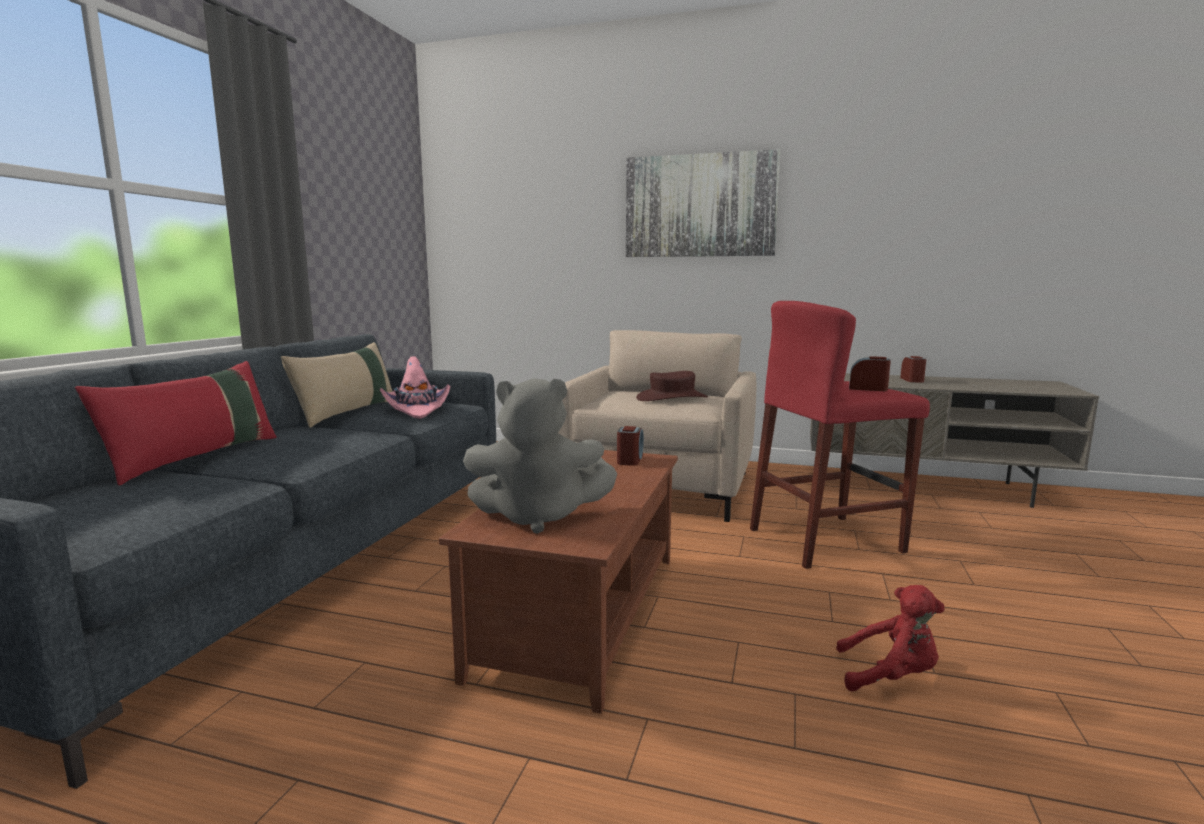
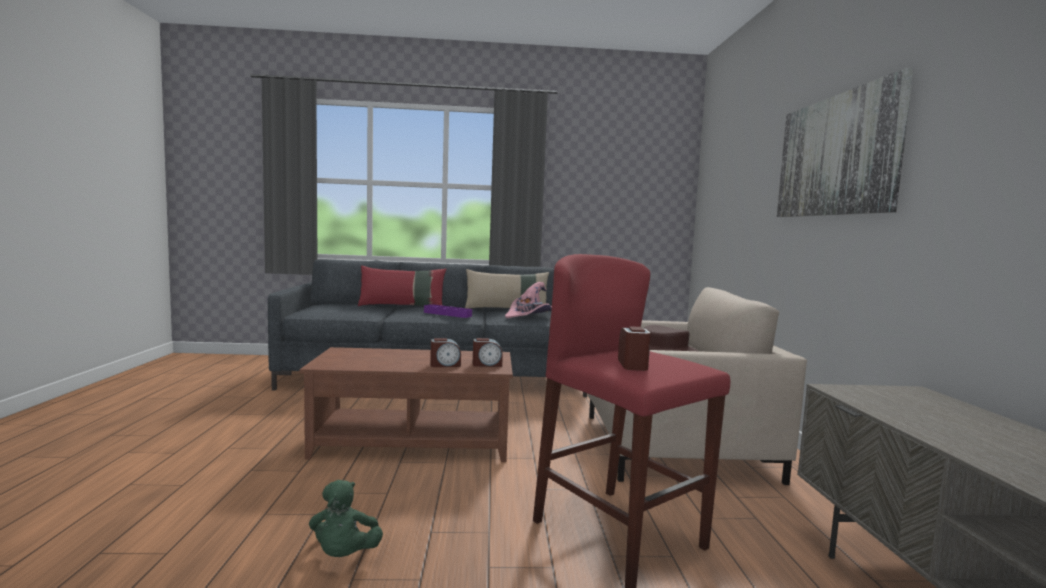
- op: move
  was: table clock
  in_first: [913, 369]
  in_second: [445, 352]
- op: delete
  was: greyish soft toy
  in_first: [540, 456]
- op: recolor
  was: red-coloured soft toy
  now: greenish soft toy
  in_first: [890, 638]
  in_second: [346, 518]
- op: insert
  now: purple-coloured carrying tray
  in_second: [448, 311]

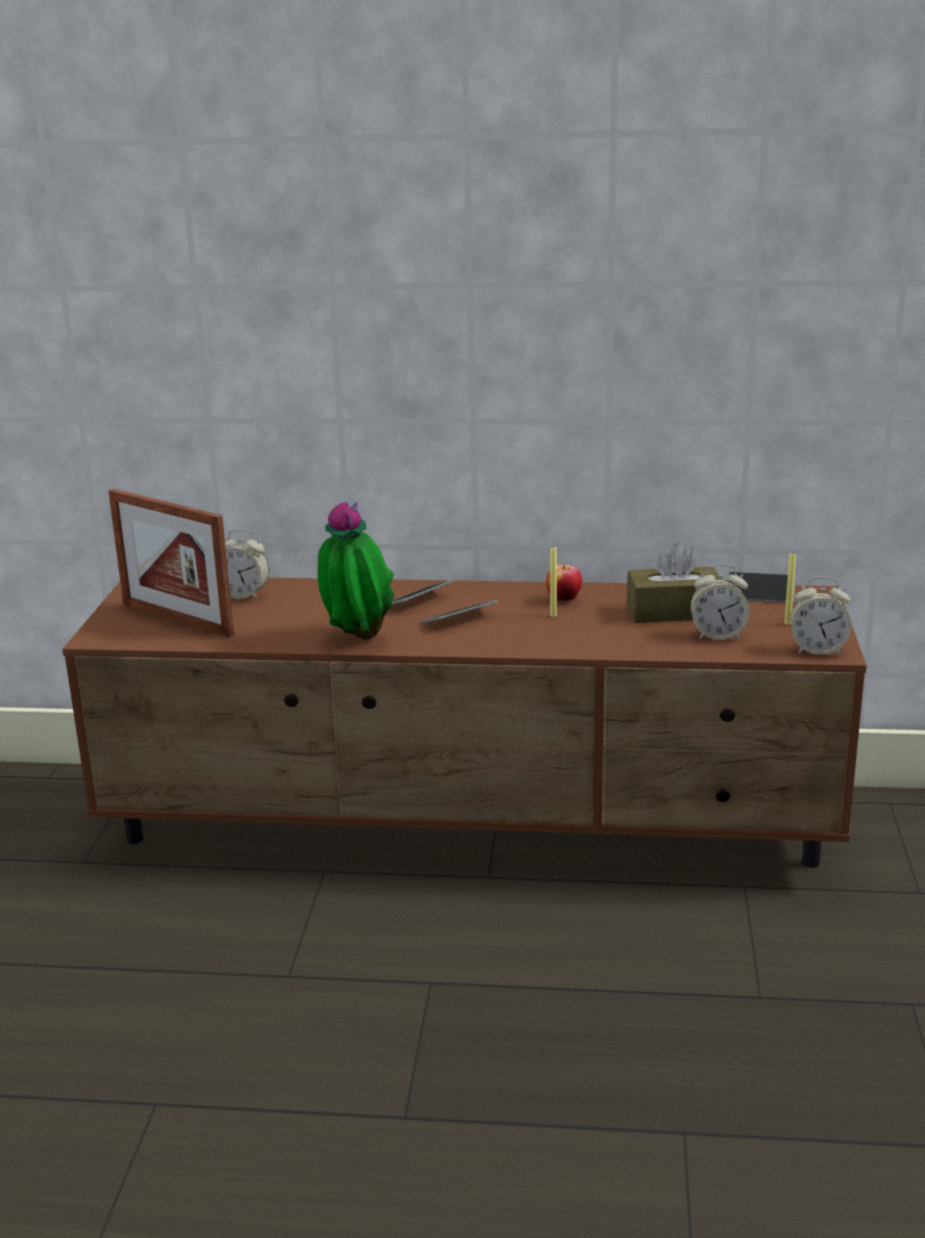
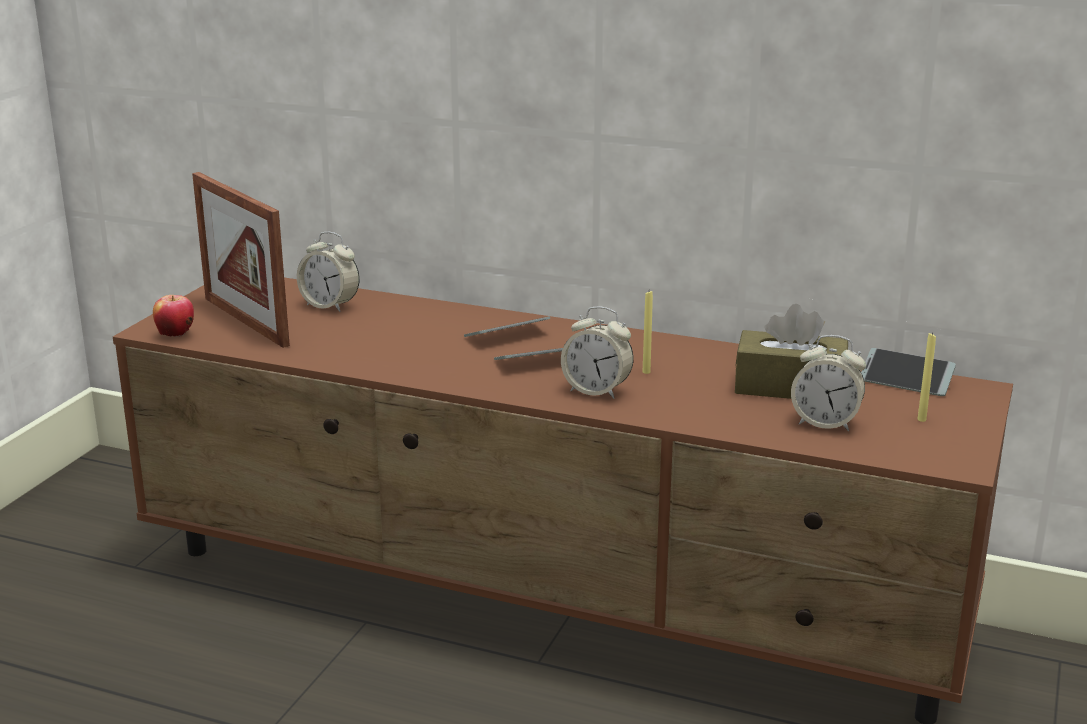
- op: delete
  was: plant in a pot
  in_first: [356, 571]
- op: move
  was: apple
  in_first: [564, 583]
  in_second: [173, 316]
- op: move
  was: table clock
  in_first: [821, 616]
  in_second: [597, 352]

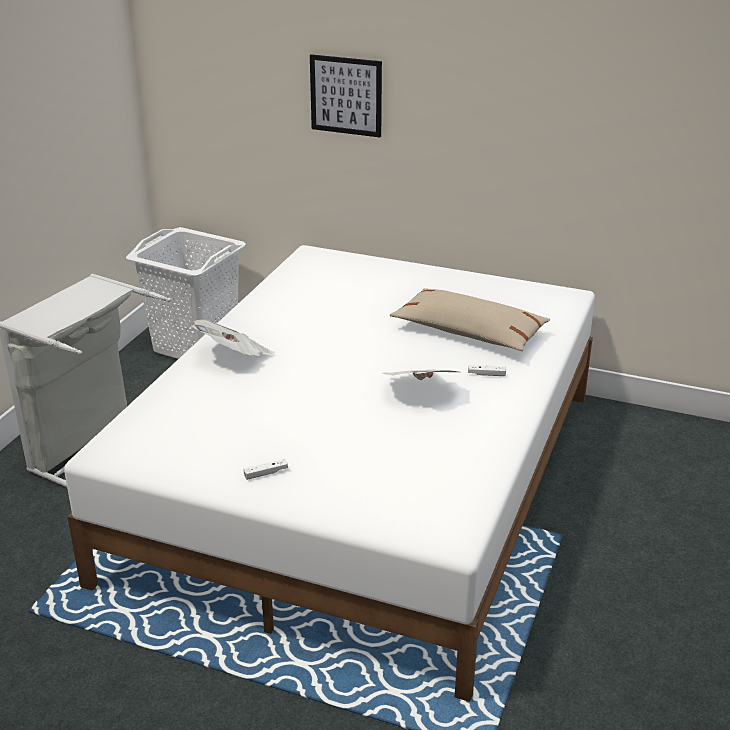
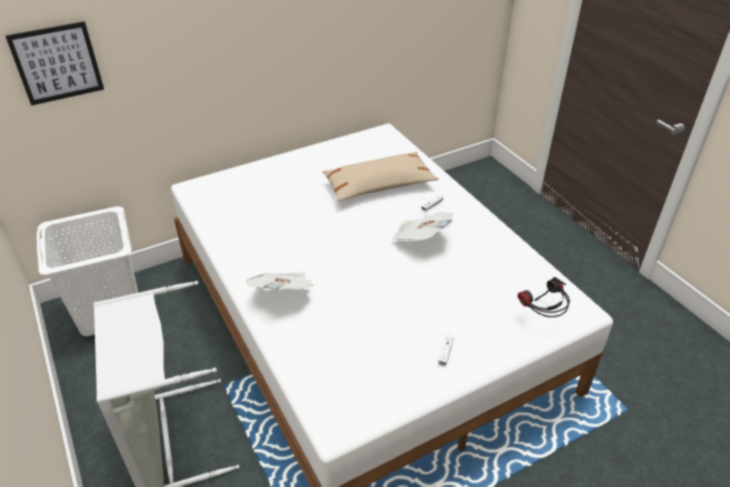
- op: move
  was: picture
  in_first: [346, 95]
  in_second: [54, 63]
- op: insert
  now: headphones
  in_second: [543, 297]

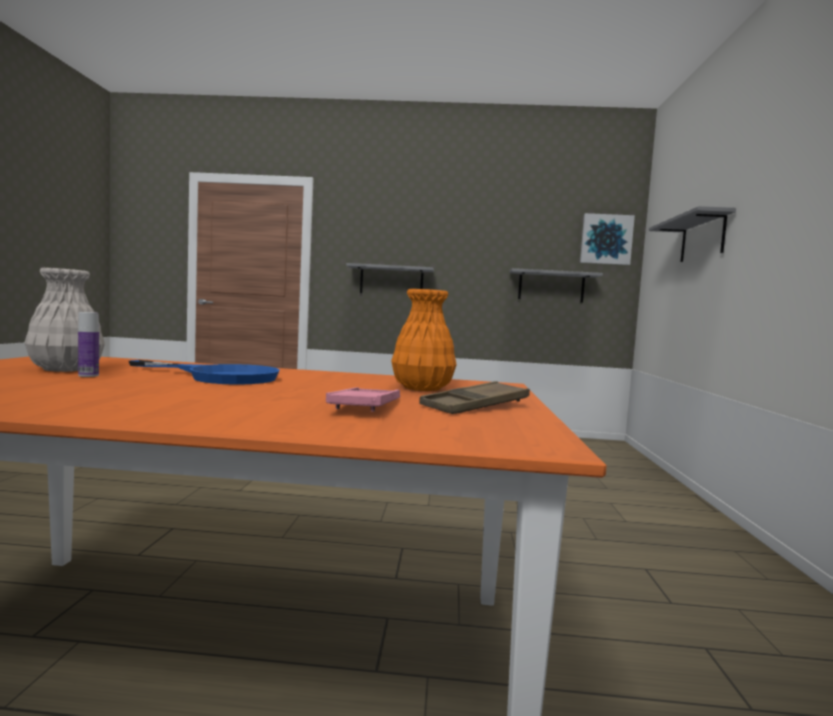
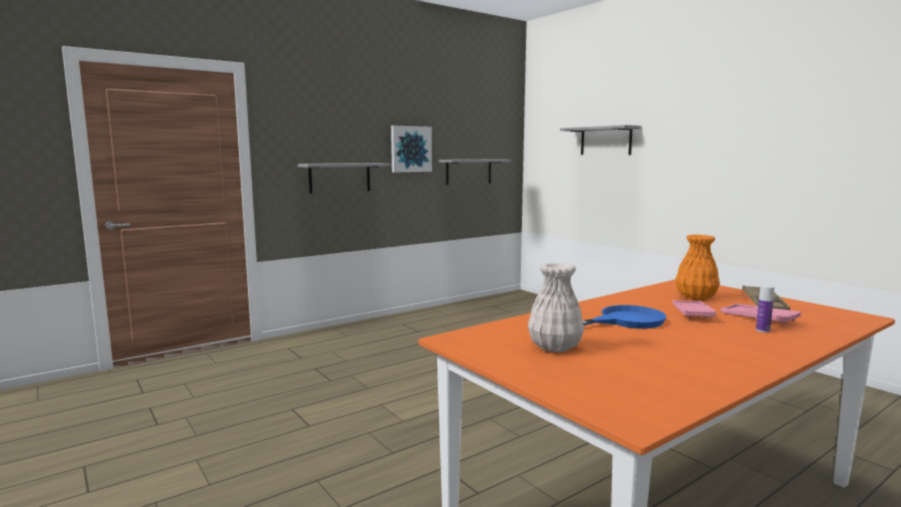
- op: move
  was: picture
  in_first: [607, 239]
  in_second: [411, 149]
- op: move
  was: bottle
  in_first: [88, 344]
  in_second: [765, 309]
- op: insert
  now: pink carrying tray
  in_second: [694, 309]

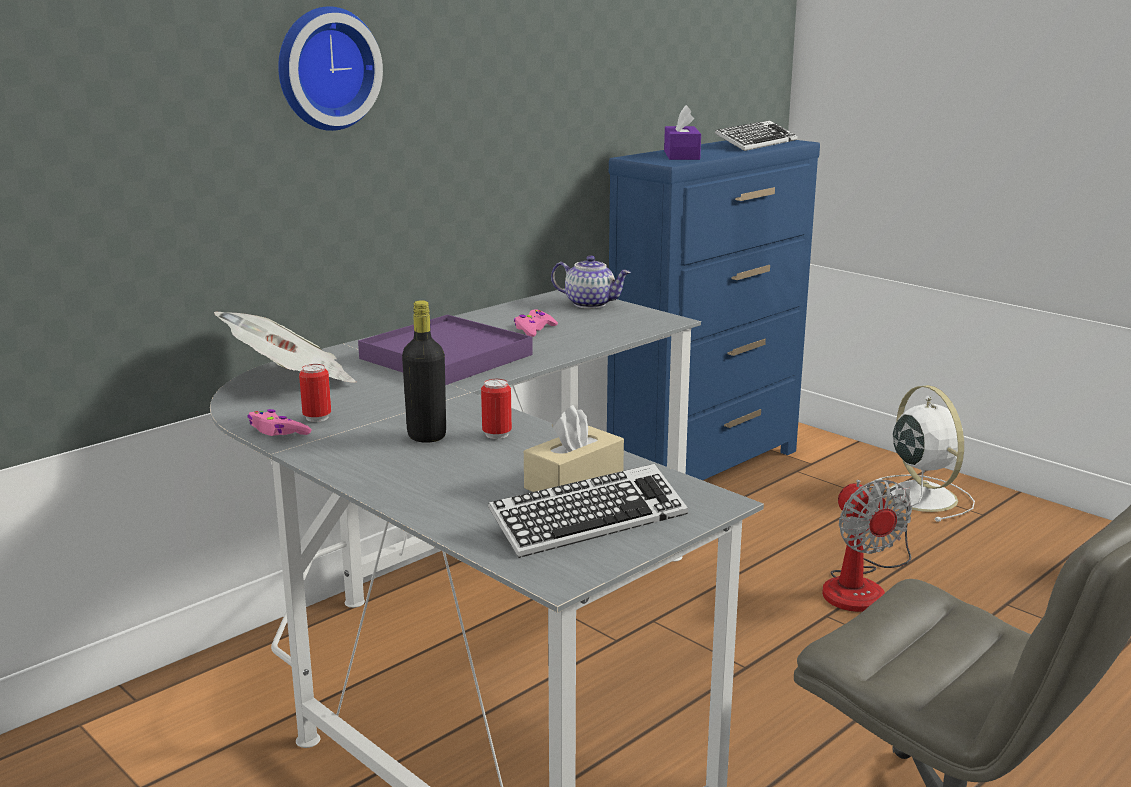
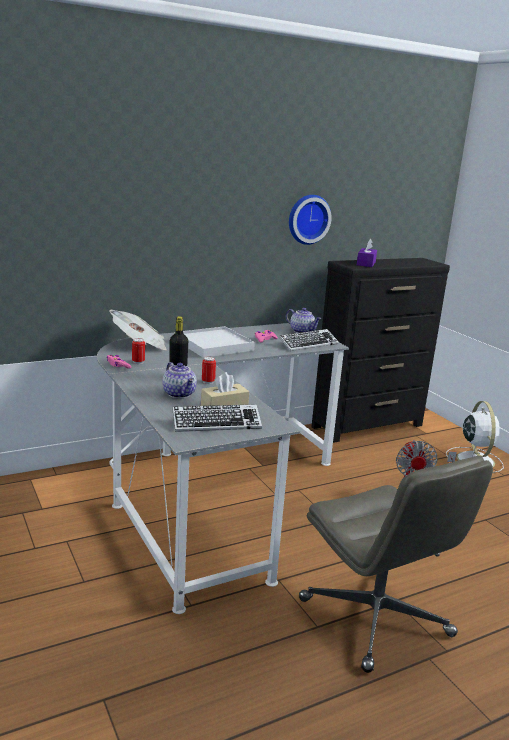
- op: move
  was: hanging clock
  in_first: [330, 68]
  in_second: [310, 220]
- op: move
  was: keyboard
  in_first: [756, 136]
  in_second: [309, 340]
- op: recolor
  was: blue dresser
  now: black-coloured dresser
  in_first: [713, 310]
  in_second: [380, 350]
- op: recolor
  was: purple-coloured carrying tray
  now: white-coloured carrying tray
  in_first: [445, 350]
  in_second: [219, 342]
- op: insert
  now: pot for tea
  in_second: [179, 380]

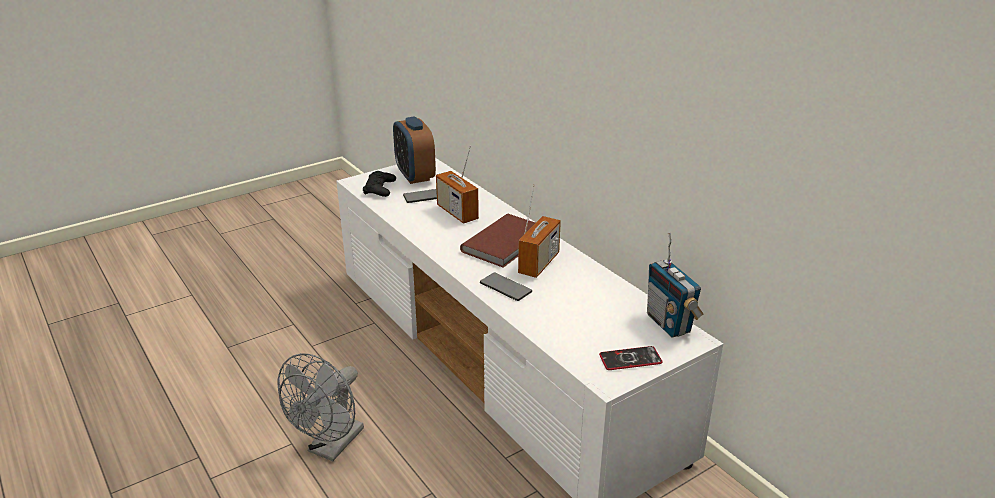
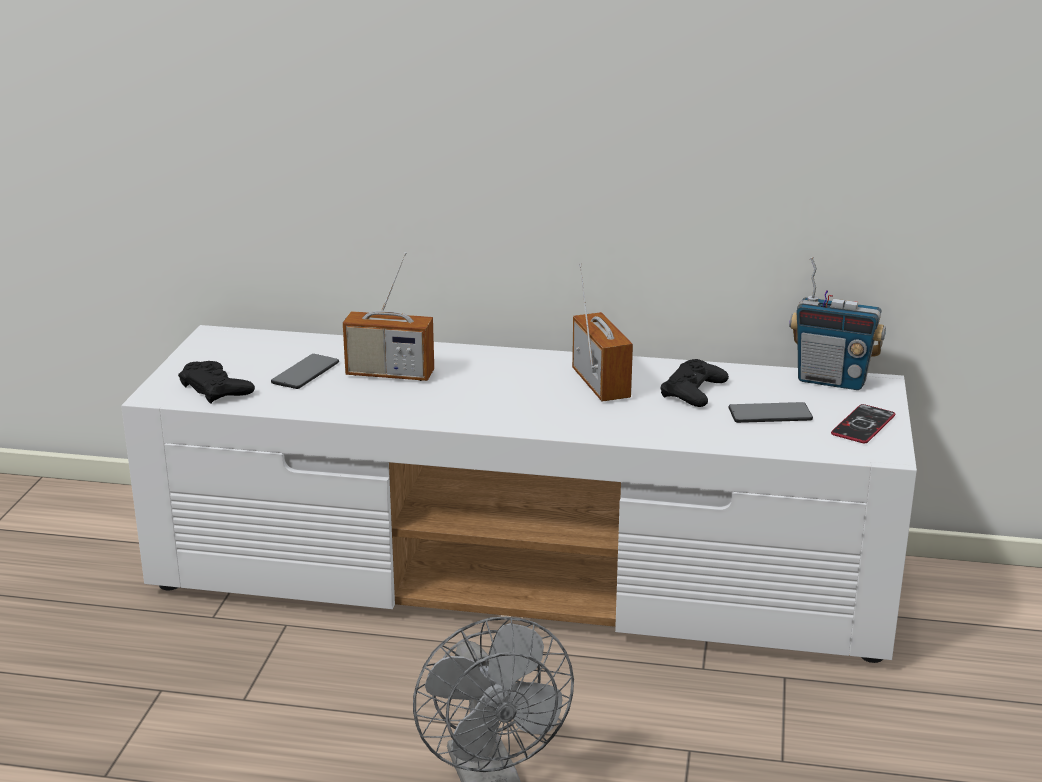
- op: delete
  was: table clock
  in_first: [414, 150]
- op: delete
  was: brownish bound book
  in_first: [497, 241]
- op: move
  was: handset
  in_first: [506, 287]
  in_second: [771, 412]
- op: insert
  now: black-coloured joypad
  in_second: [694, 383]

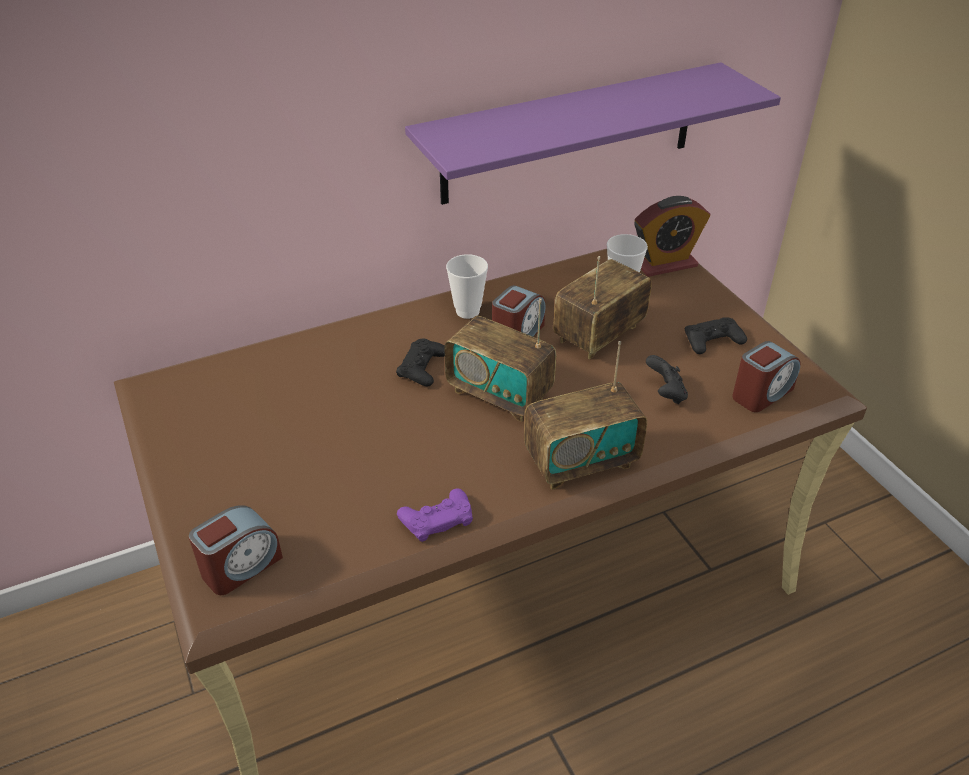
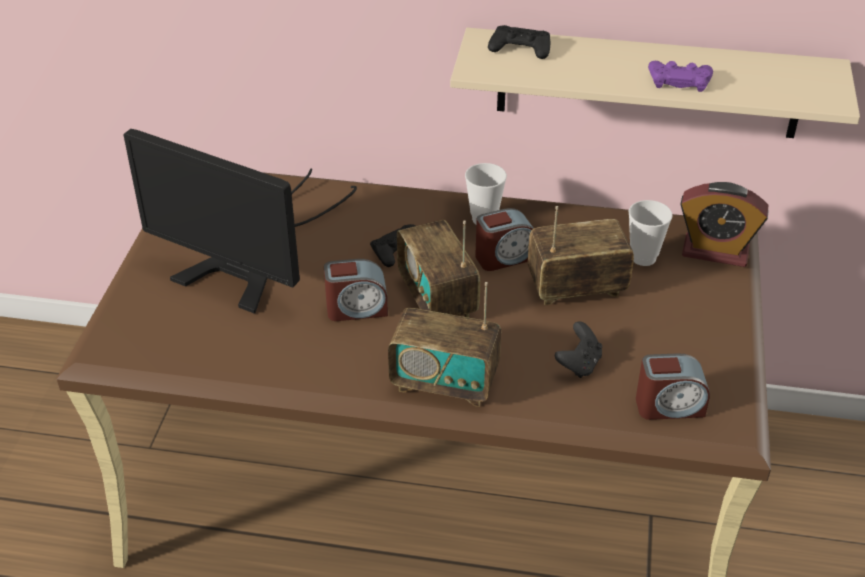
- op: recolor
  was: purple-coloured bracket shelf
  now: beige-coloured bracket shelf
  in_first: [593, 133]
  in_second: [655, 83]
- op: move
  was: black-coloured joypad
  in_first: [716, 336]
  in_second: [519, 42]
- op: move
  was: purple-coloured joypad
  in_first: [435, 515]
  in_second: [680, 76]
- op: move
  was: table clock
  in_first: [236, 550]
  in_second: [356, 290]
- op: insert
  now: computer display
  in_second: [240, 221]

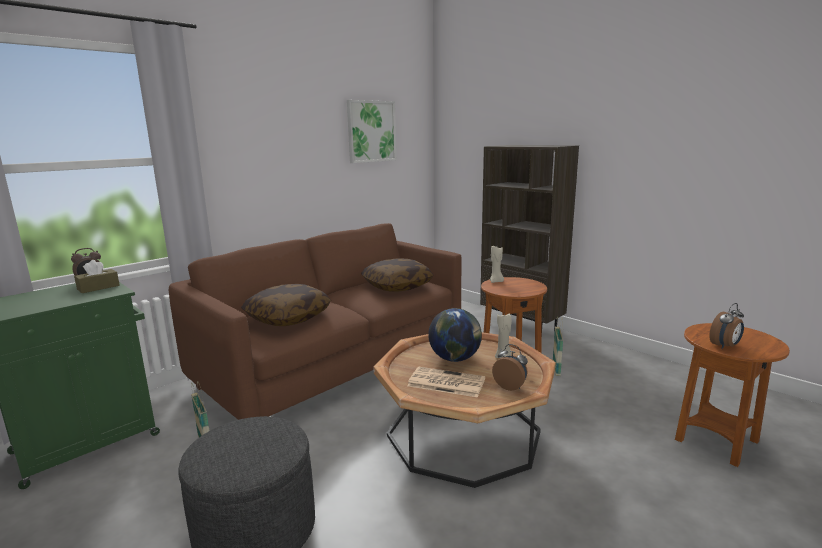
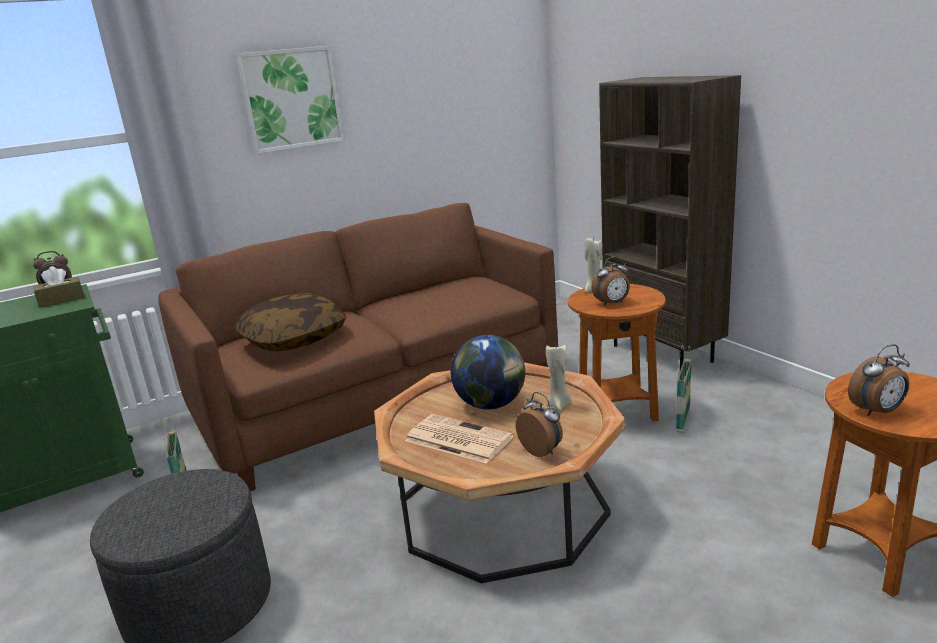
- op: move
  was: picture
  in_first: [371, 131]
  in_second: [290, 100]
- op: delete
  was: throw pillow
  in_first: [397, 274]
- op: insert
  now: table clock
  in_second: [610, 281]

